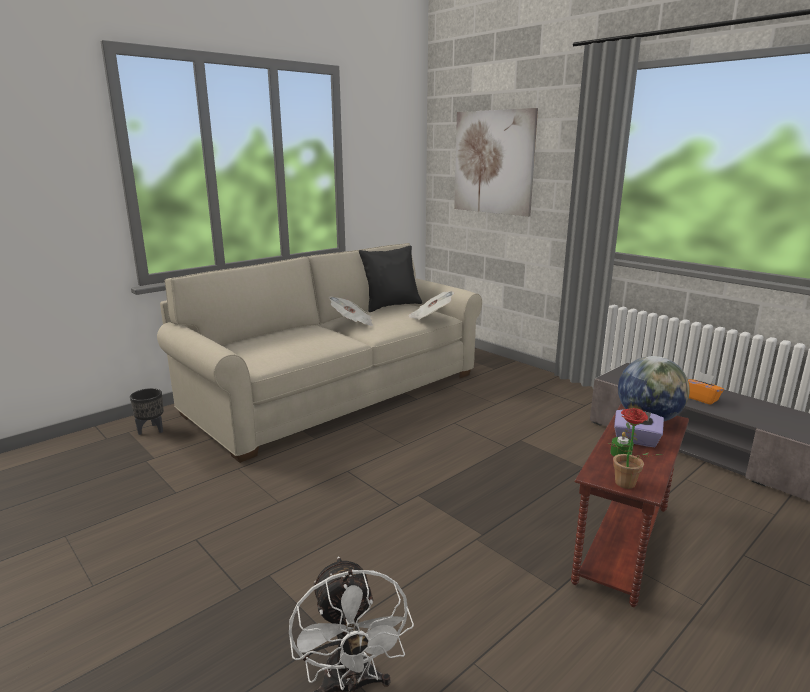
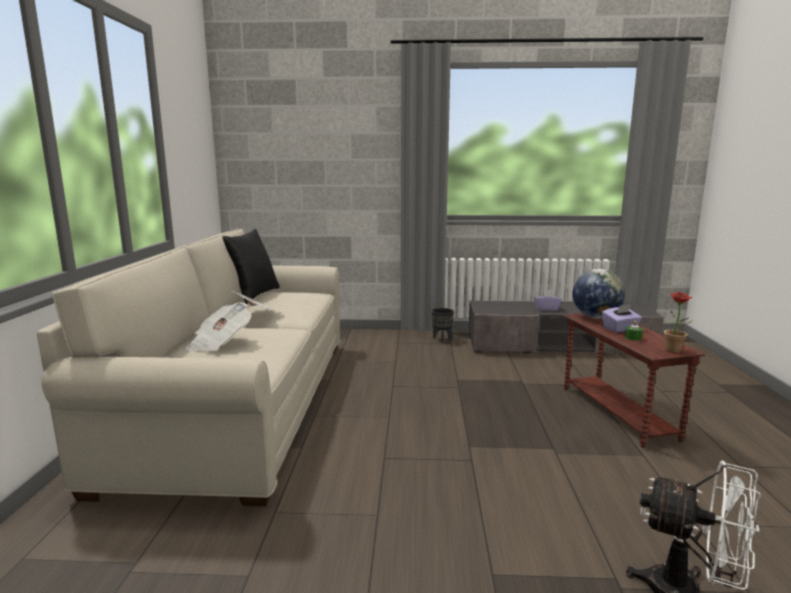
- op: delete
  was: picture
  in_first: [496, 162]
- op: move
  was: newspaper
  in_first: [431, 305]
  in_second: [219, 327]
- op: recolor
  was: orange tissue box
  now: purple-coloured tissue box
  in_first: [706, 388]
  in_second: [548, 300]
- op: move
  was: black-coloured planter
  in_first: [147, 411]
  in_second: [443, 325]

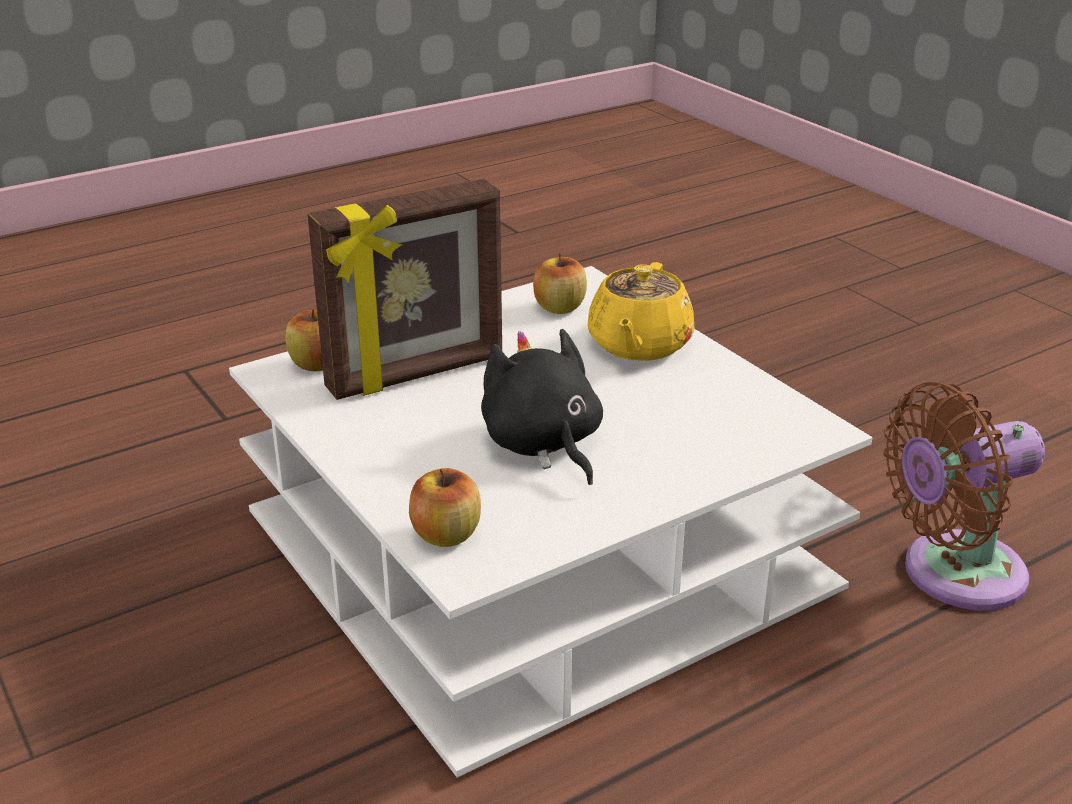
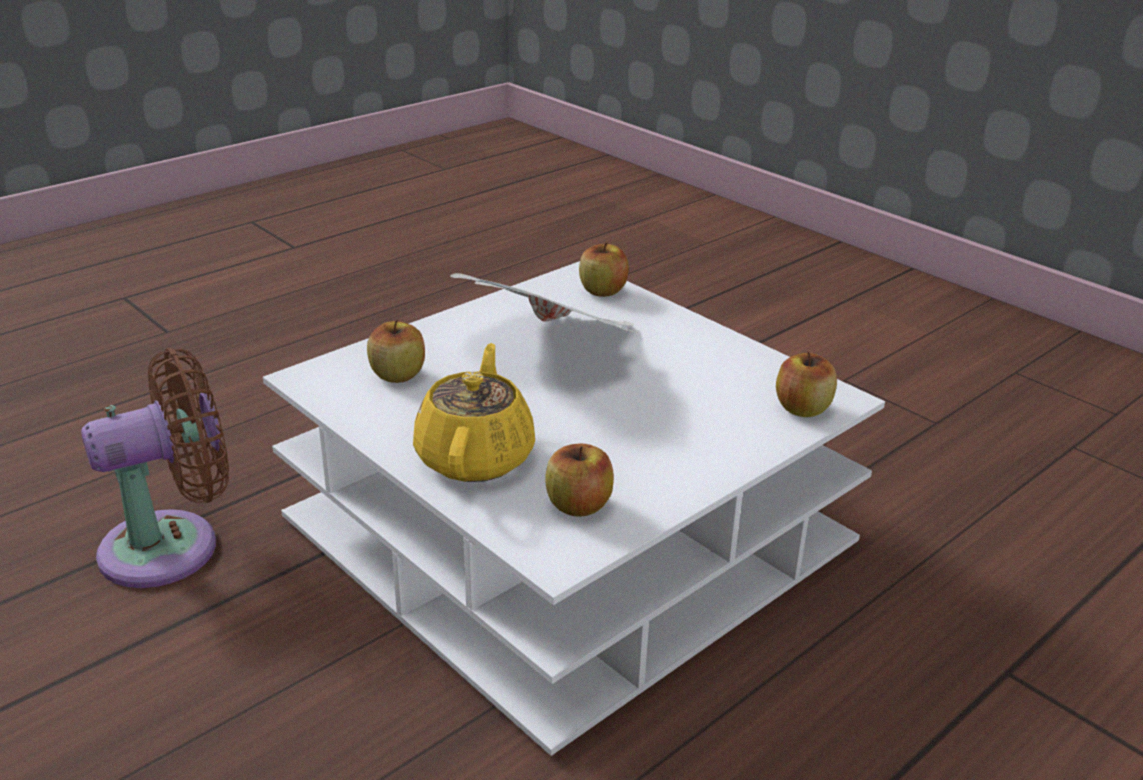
- op: delete
  was: picture frame
  in_first: [405, 289]
- op: replace
  was: black-coloured soft toy
  now: newspaper
  in_first: [542, 407]
  in_second: [542, 302]
- op: insert
  now: apple
  in_second: [396, 351]

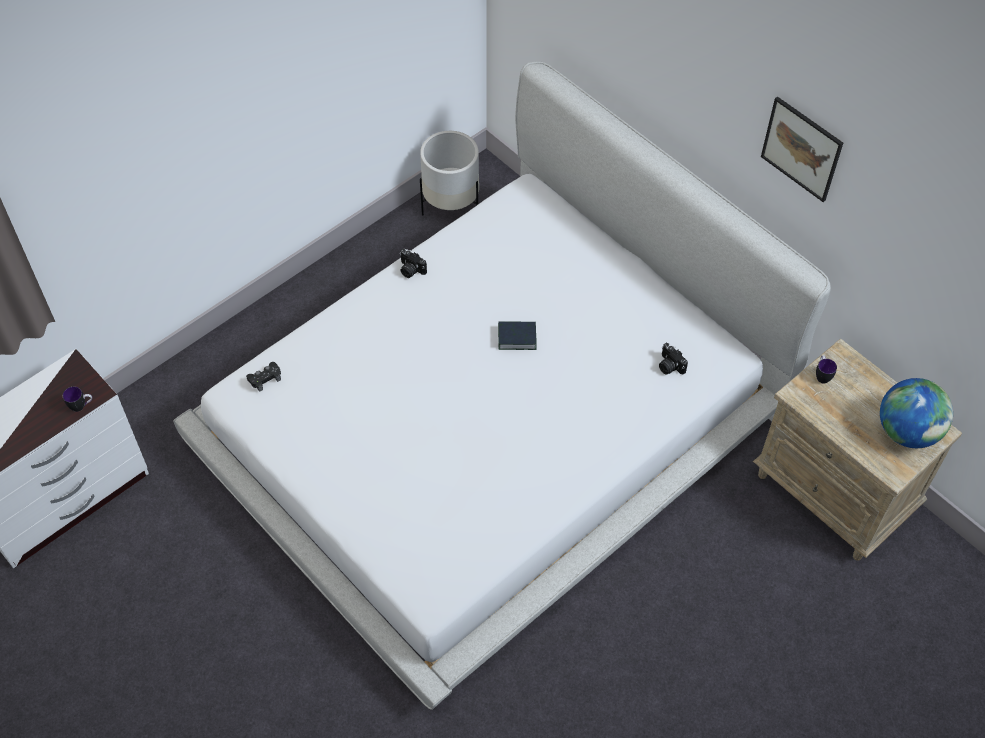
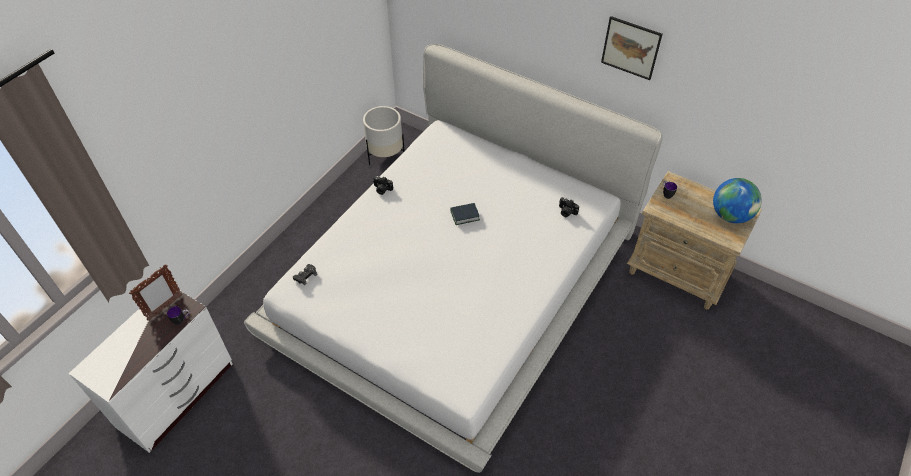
- op: insert
  now: picture frame
  in_second: [155, 293]

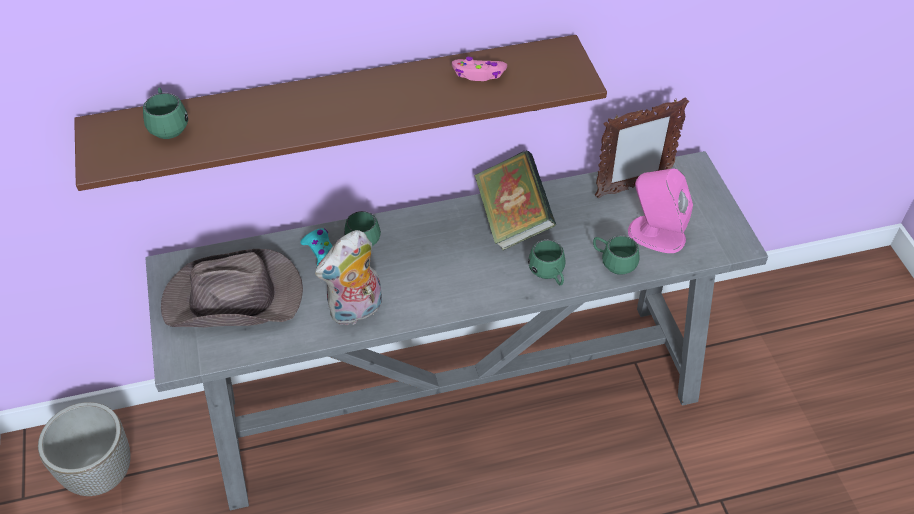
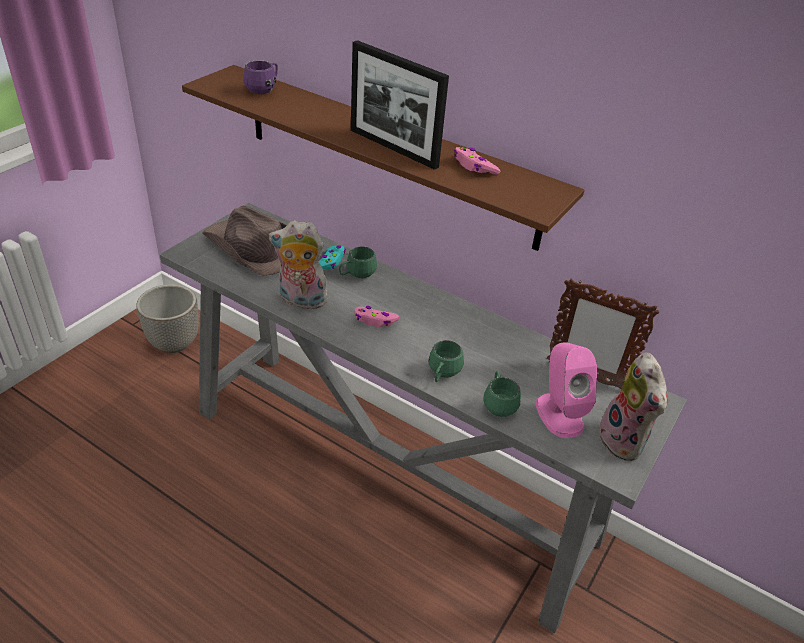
- op: recolor
  was: greenish tea mug
  now: purple-coloured tea mug
  in_first: [165, 113]
  in_second: [260, 77]
- op: delete
  was: bound book
  in_first: [515, 200]
- op: insert
  now: picture frame
  in_second: [400, 105]
- op: insert
  now: pink joypad
  in_second: [377, 316]
- op: insert
  now: soft toy
  in_second: [633, 406]

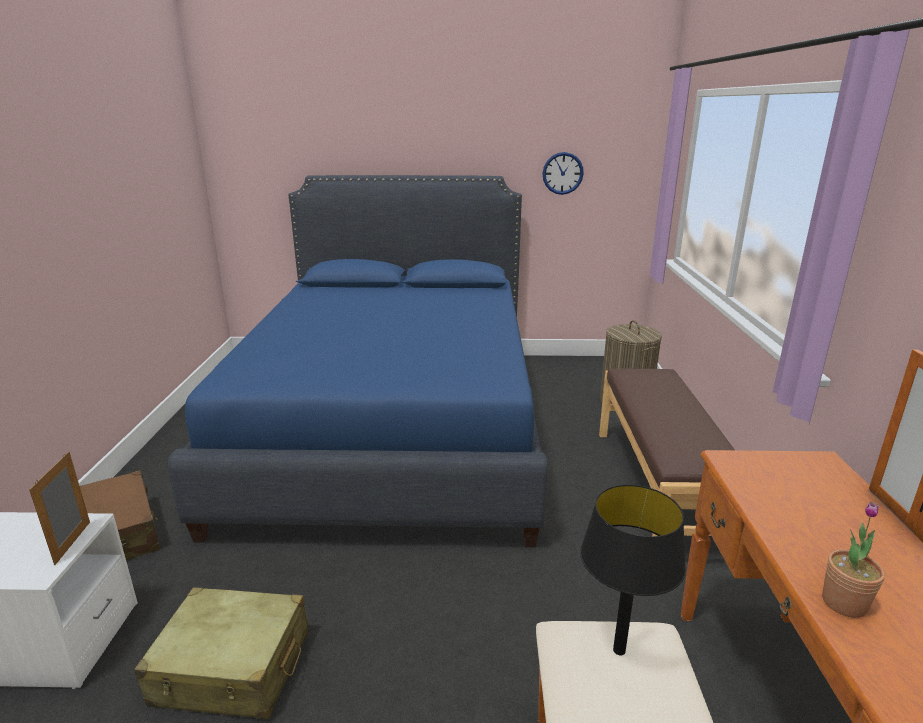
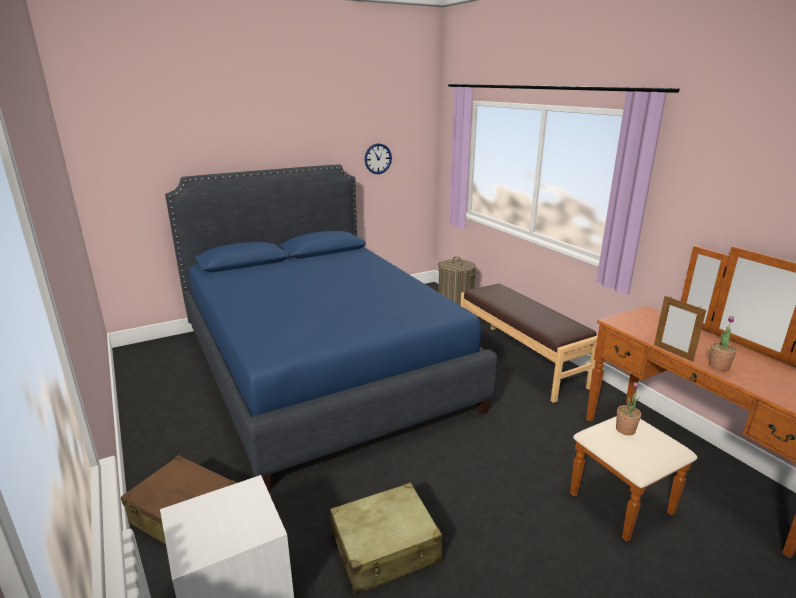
- op: move
  was: picture frame
  in_first: [59, 508]
  in_second: [680, 329]
- op: replace
  was: black-coloured lamp for a table
  now: plant in a pot
  in_first: [633, 570]
  in_second: [628, 408]

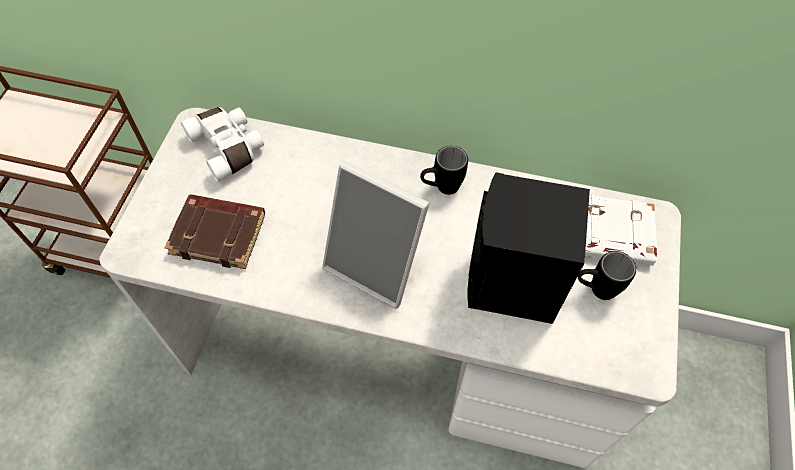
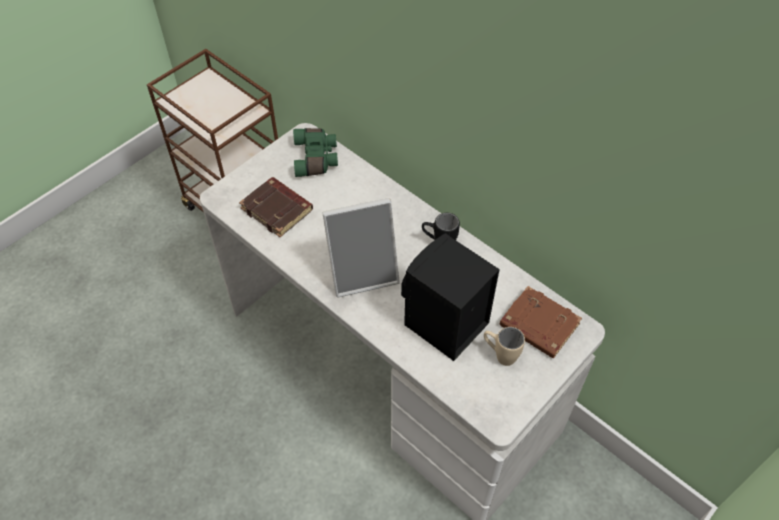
- op: recolor
  was: white-coloured binoculars
  now: greenish binoculars
  in_first: [222, 144]
  in_second: [315, 152]
- op: rotate
  was: picture frame
  in_first: [375, 235]
  in_second: [361, 248]
  clockwise: -75
- op: recolor
  was: white-coloured bound book
  now: brownish bound book
  in_first: [621, 229]
  in_second: [540, 322]
- op: recolor
  was: black-coloured tea mug
  now: beige-coloured tea mug
  in_first: [607, 275]
  in_second: [504, 346]

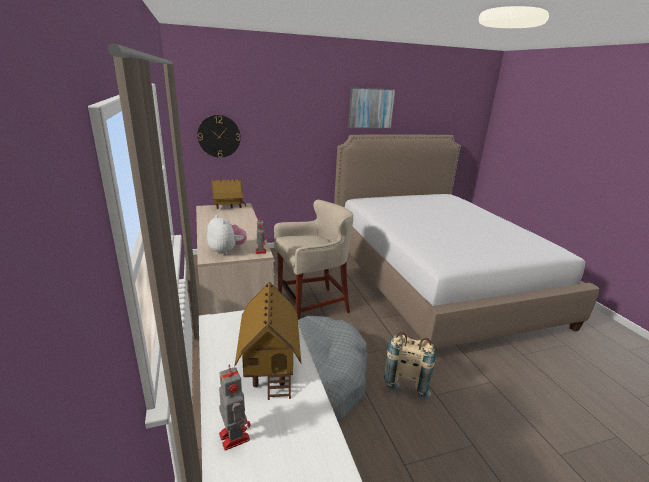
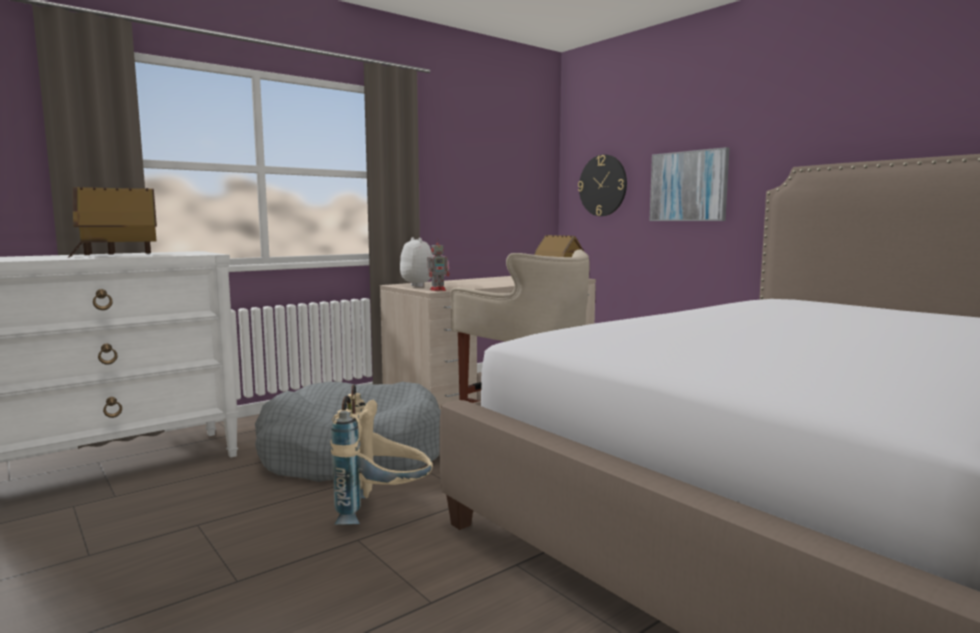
- op: move
  was: picture
  in_first: [372, 108]
  in_second: [689, 184]
- op: rotate
  was: soft toy
  in_first: [227, 235]
  in_second: [424, 262]
  clockwise: -60
- op: delete
  was: robot figure
  in_first: [235, 407]

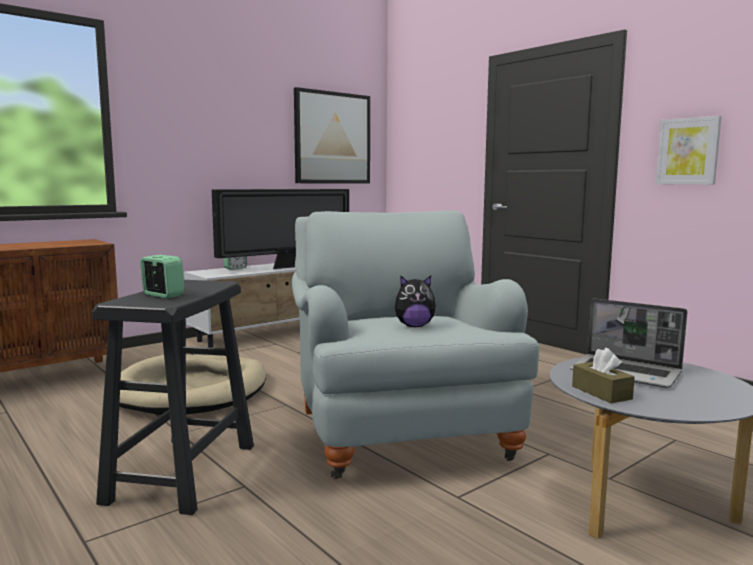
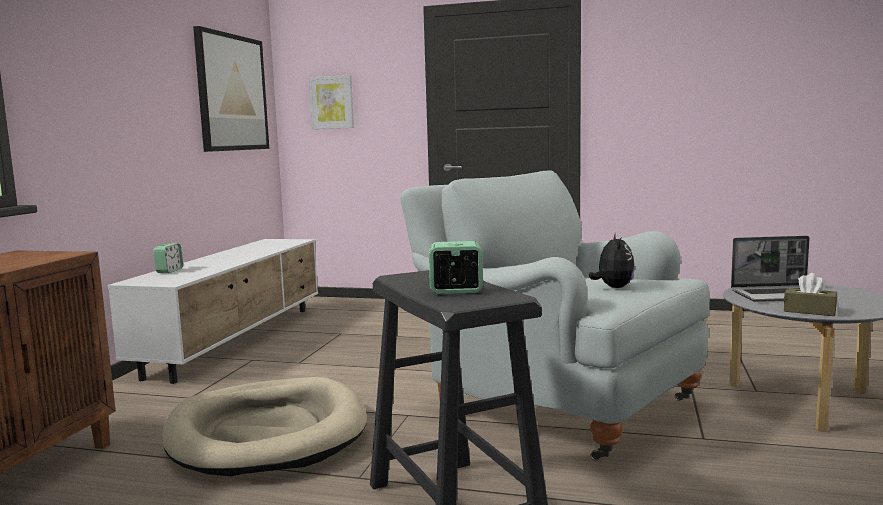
- op: move
  was: picture
  in_first: [689, 150]
  in_second: [331, 102]
- op: delete
  was: TV set
  in_first: [280, 229]
- op: rotate
  was: soft toy
  in_first: [416, 301]
  in_second: [612, 260]
  clockwise: -45

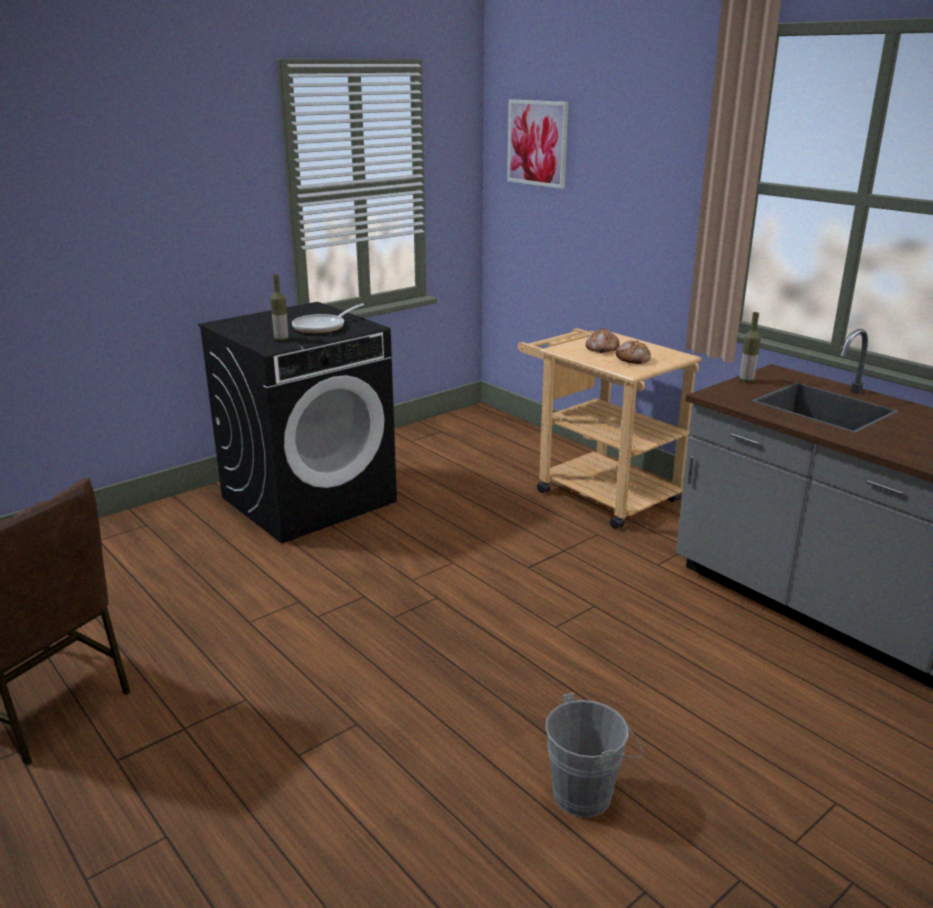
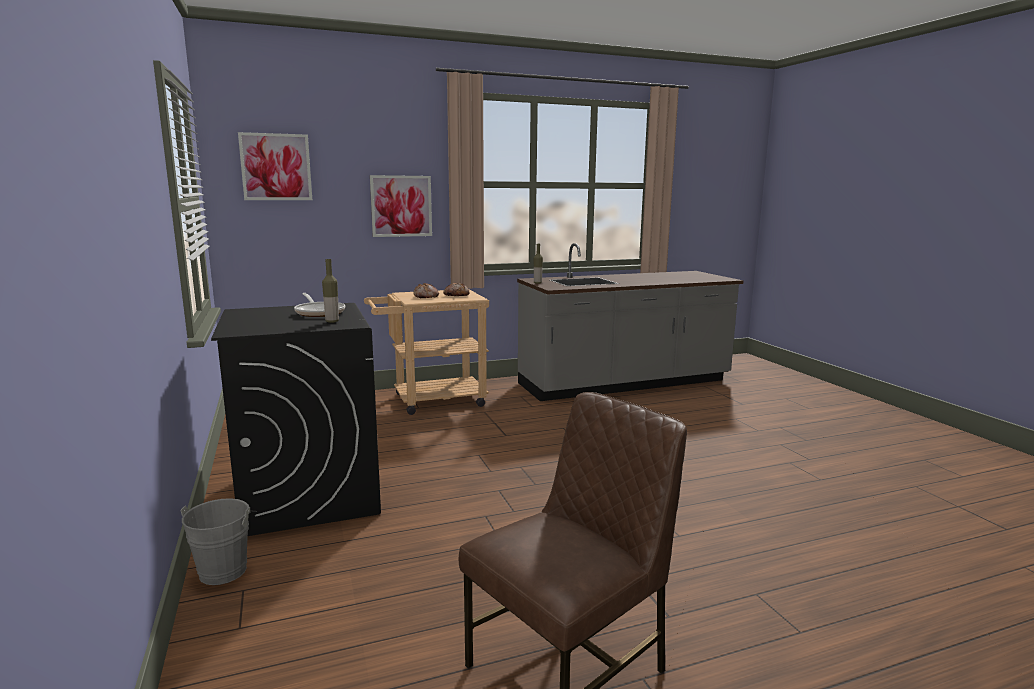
- op: move
  was: greyish bucket
  in_first: [593, 755]
  in_second: [219, 541]
- op: insert
  now: picture
  in_second: [401, 206]

